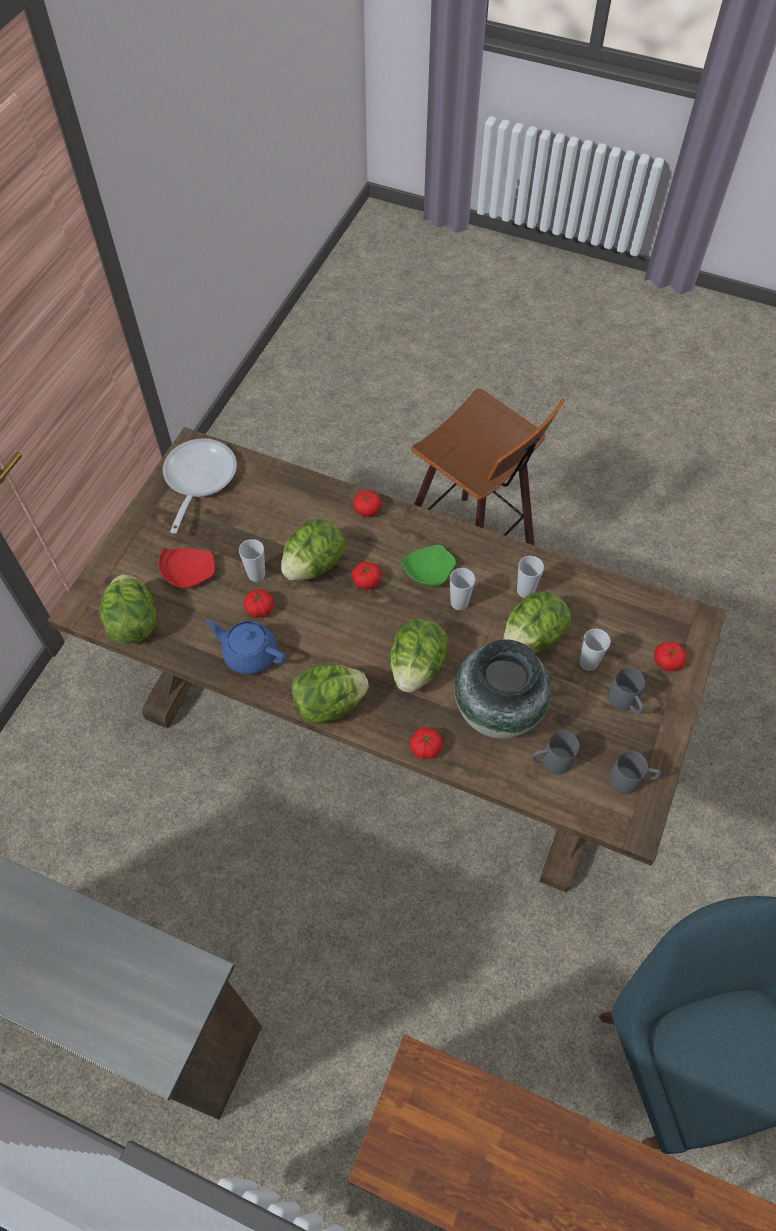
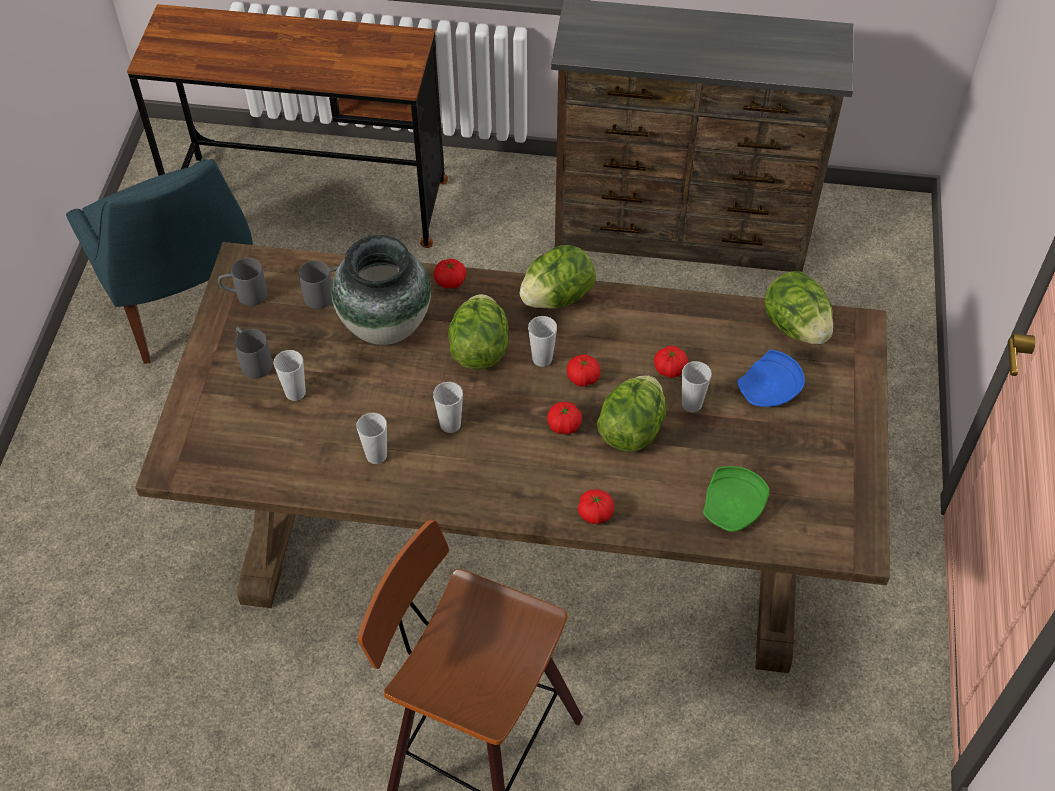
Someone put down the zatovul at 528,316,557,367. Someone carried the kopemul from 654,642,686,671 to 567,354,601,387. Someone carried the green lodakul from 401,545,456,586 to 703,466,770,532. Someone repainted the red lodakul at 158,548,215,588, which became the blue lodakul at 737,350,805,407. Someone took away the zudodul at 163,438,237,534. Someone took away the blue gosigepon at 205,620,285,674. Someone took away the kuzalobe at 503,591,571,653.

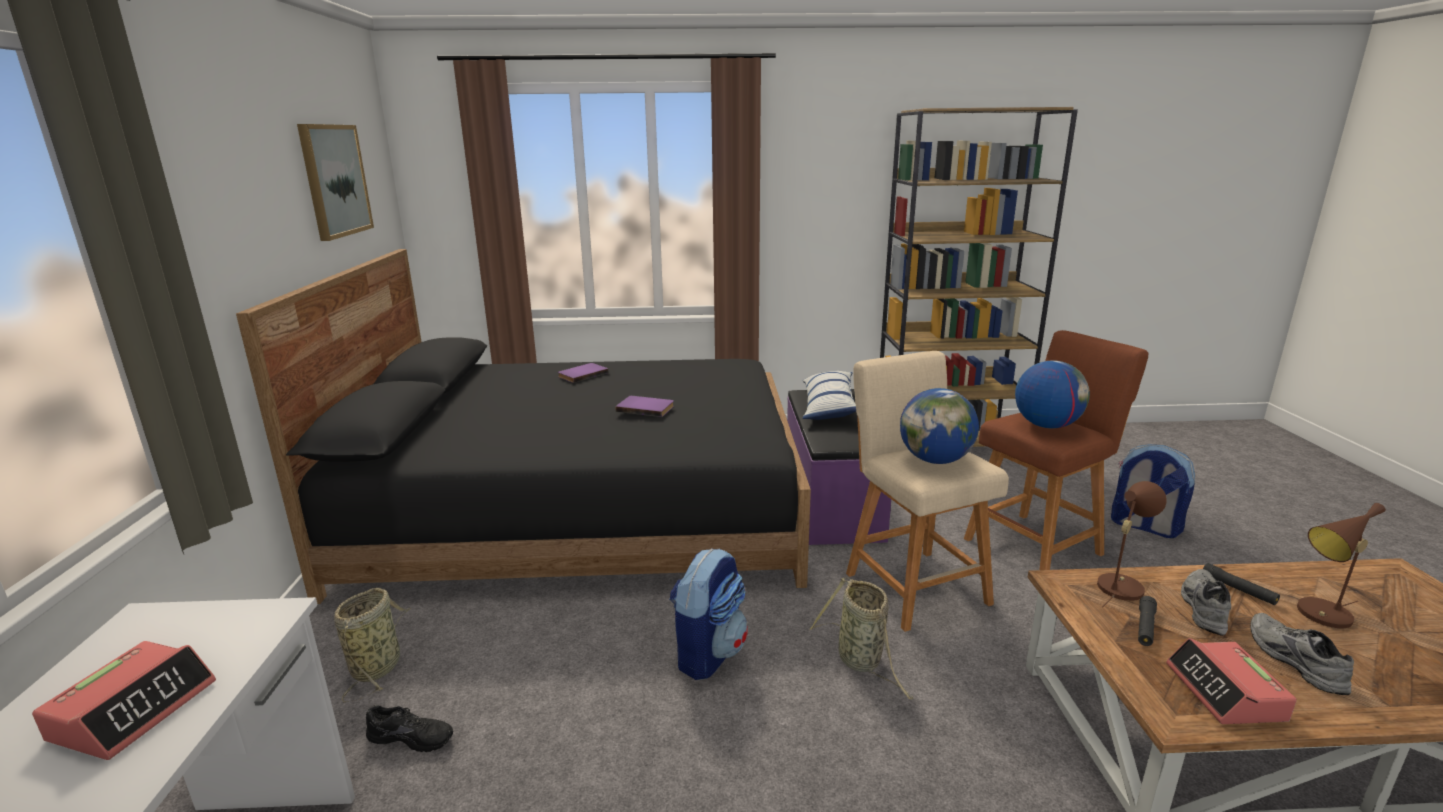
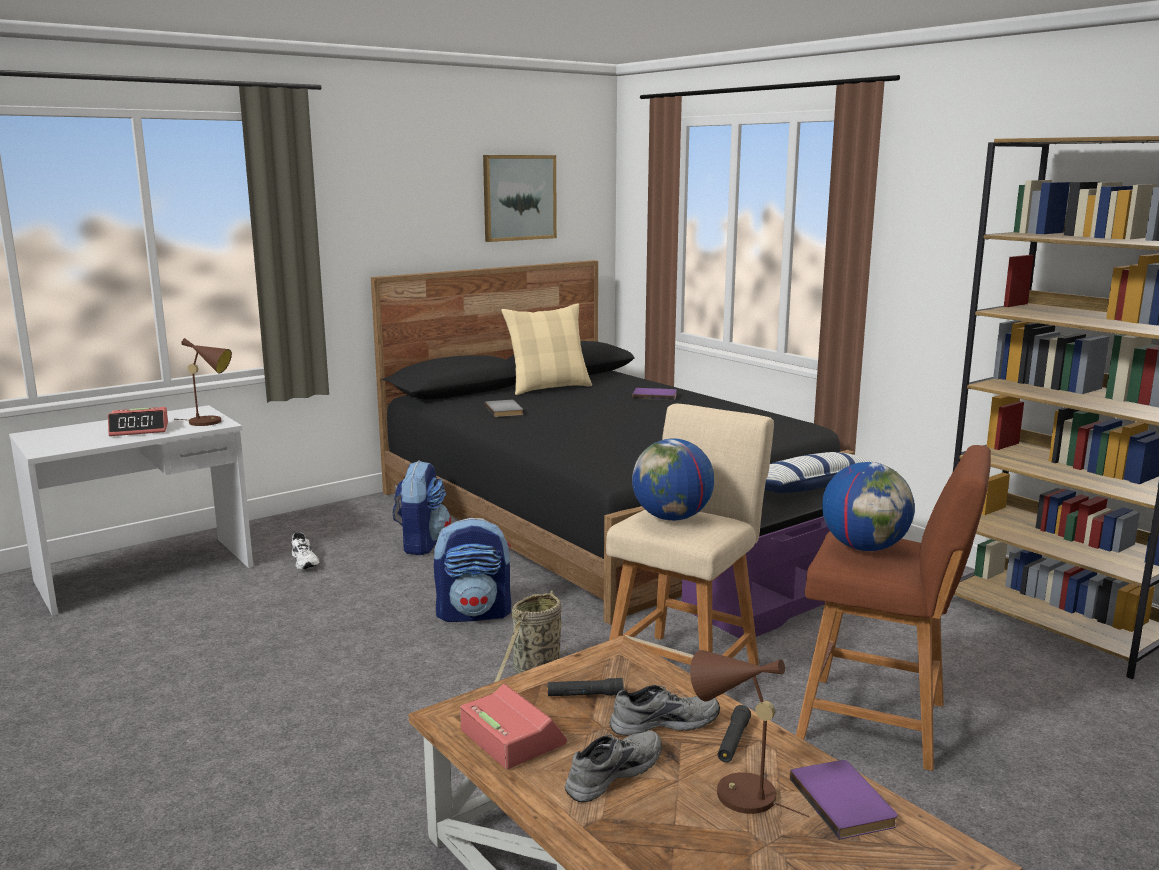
Someone carried the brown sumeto from 1097,481,1167,607 to 175,338,232,426. Someone repainted the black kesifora at 366,705,453,752, which became the white kesifora at 291,532,320,569. Someone carried the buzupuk from 1111,444,1195,538 to 393,460,451,555. Someone rotated the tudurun at 1166,638,1297,724 by 90 degrees clockwise. Someone put down the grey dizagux at 485,400,523,417. Someone put down the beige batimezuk at 501,303,592,395. Someone carried the purple dizagux from 615,396,674,417 to 790,760,898,839. Someone took away the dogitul at 334,588,411,703.

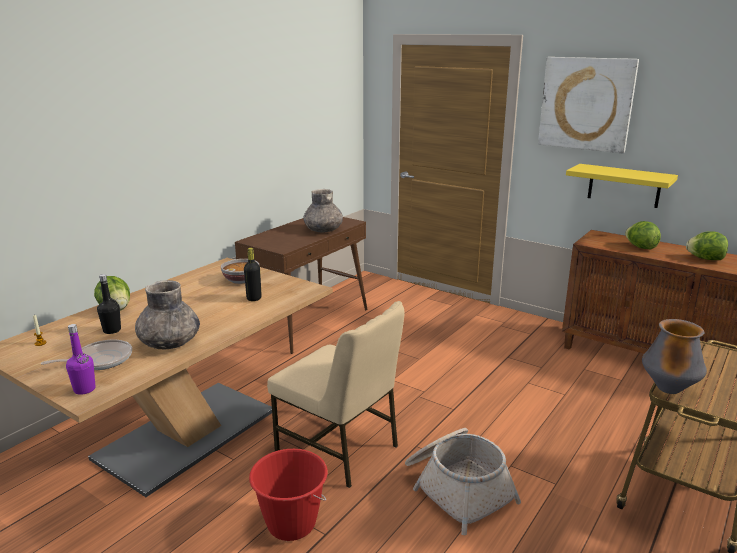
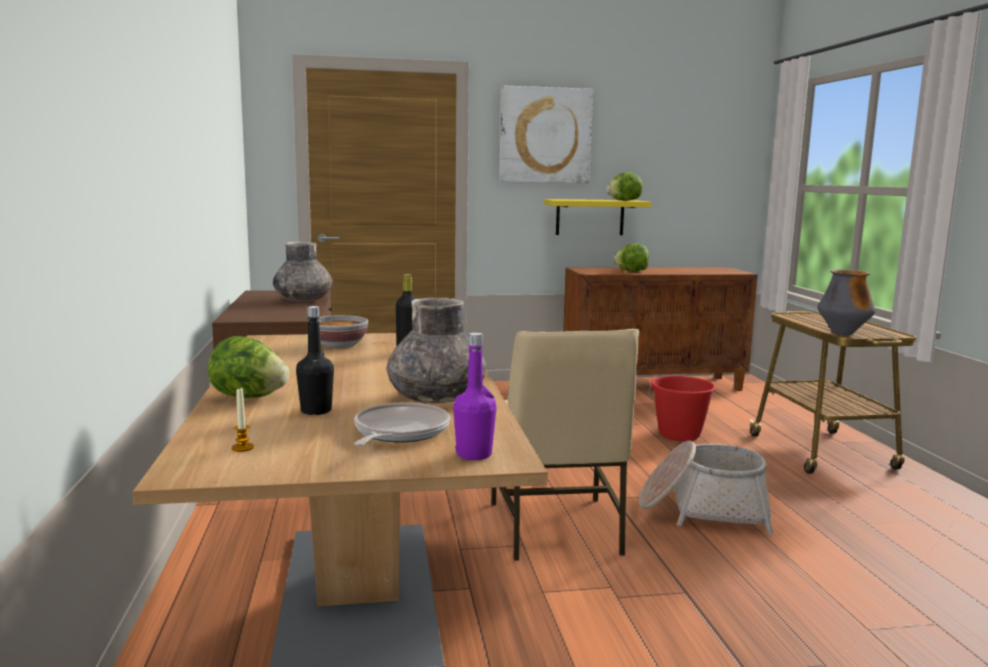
Someone rotated the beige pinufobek at 267,301,404,488 by 90 degrees clockwise. Someone carried the kuzalobe from 686,231,728,260 to 606,172,643,201. Someone carried the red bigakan from 249,449,328,541 to 649,376,716,441.

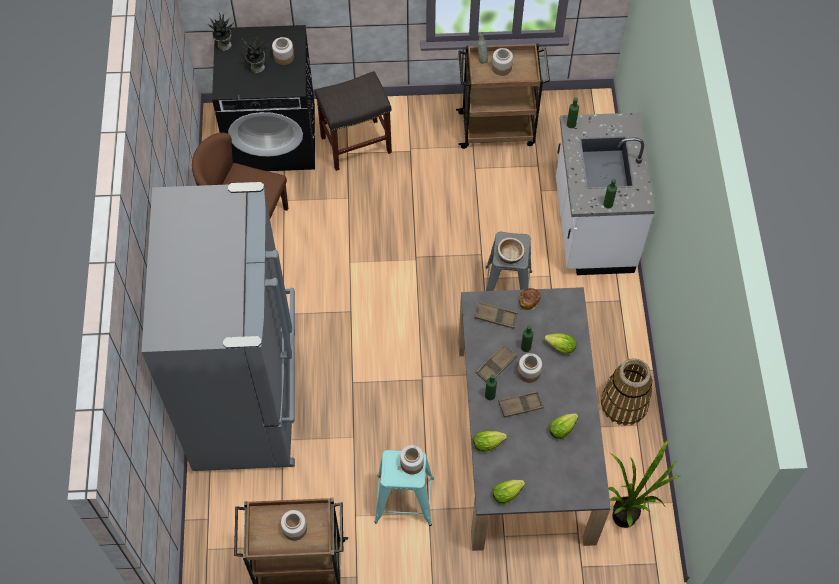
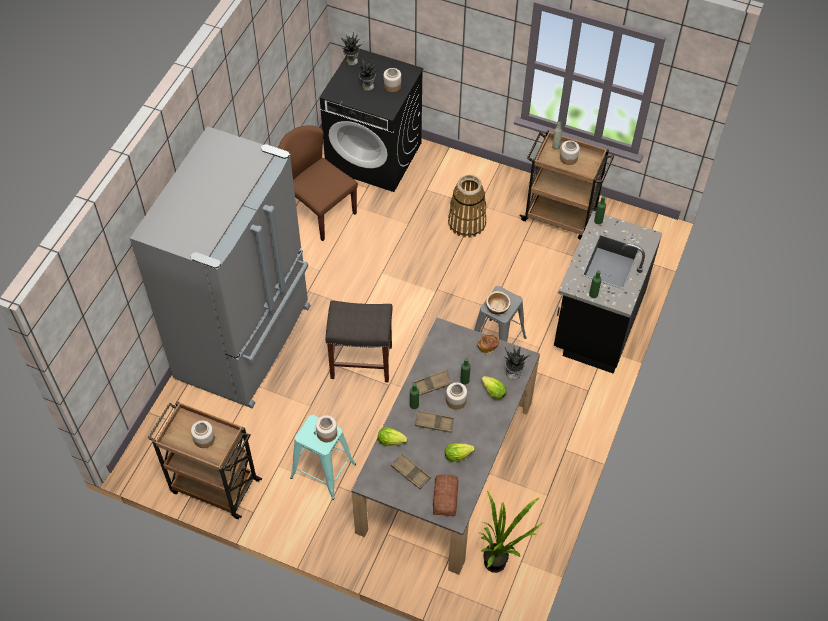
Someone carried the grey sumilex from 315,71,392,171 to 325,300,393,382. Someone carried the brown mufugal from 475,302,518,329 to 391,453,431,489. Someone put down the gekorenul at 433,475,458,516. Someone carried the dogitul from 601,358,652,426 to 448,175,487,238. Someone put down the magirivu at 505,347,531,380. Someone repainted the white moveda at 556,113,655,275, which became the black moveda at 554,211,662,374. Someone took away the kuzalobe at 493,480,525,504.

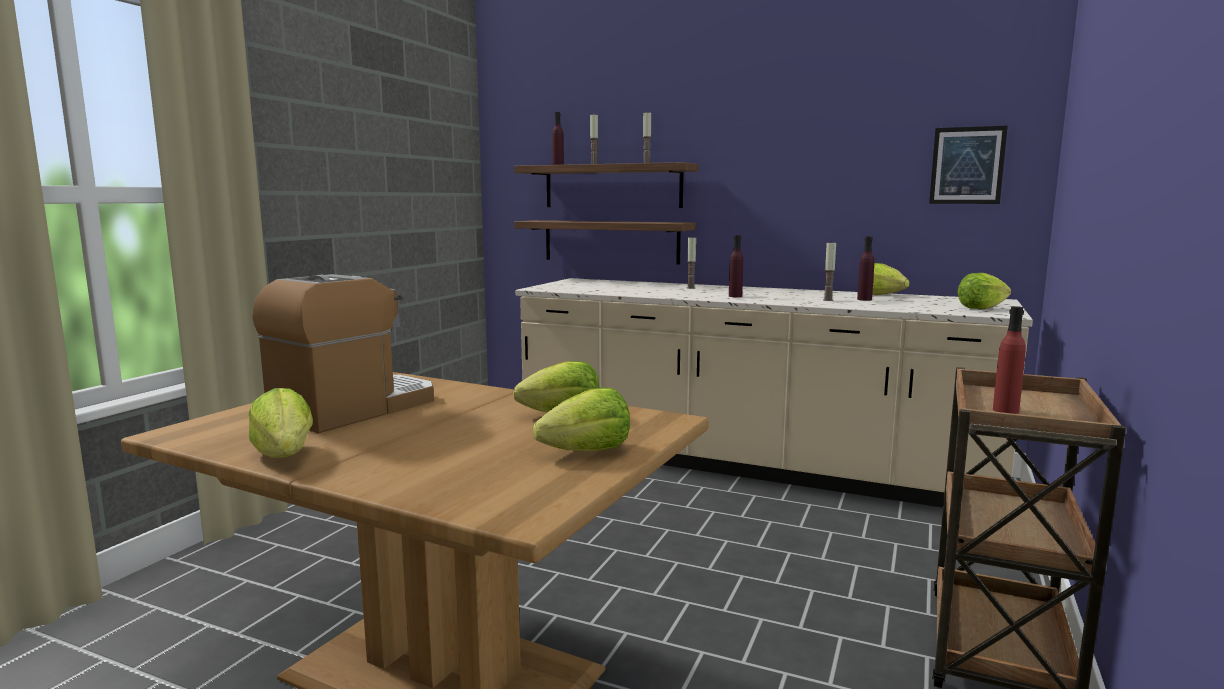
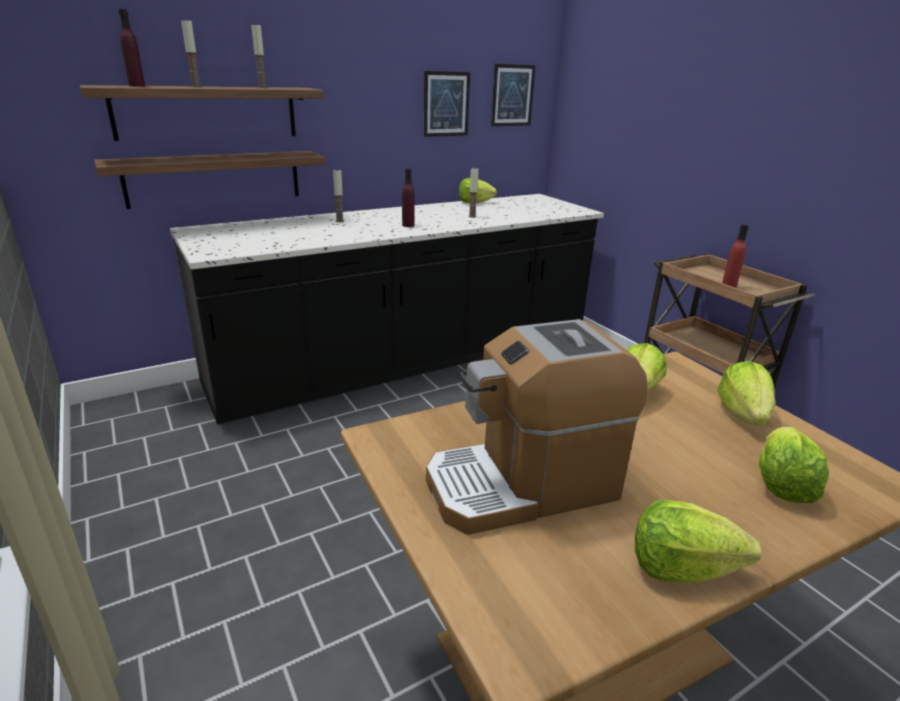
Someone repainted the beige moveda at 515,278,1033,508, which became the black moveda at 170,194,604,424. Someone put up the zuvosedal at 424,71,470,137. Someone rotated the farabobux at 252,274,434,434 by 90 degrees counterclockwise. Someone carried the kuzalobe from 957,273,1011,309 to 759,427,829,503. Someone took away the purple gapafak at 857,236,874,301.

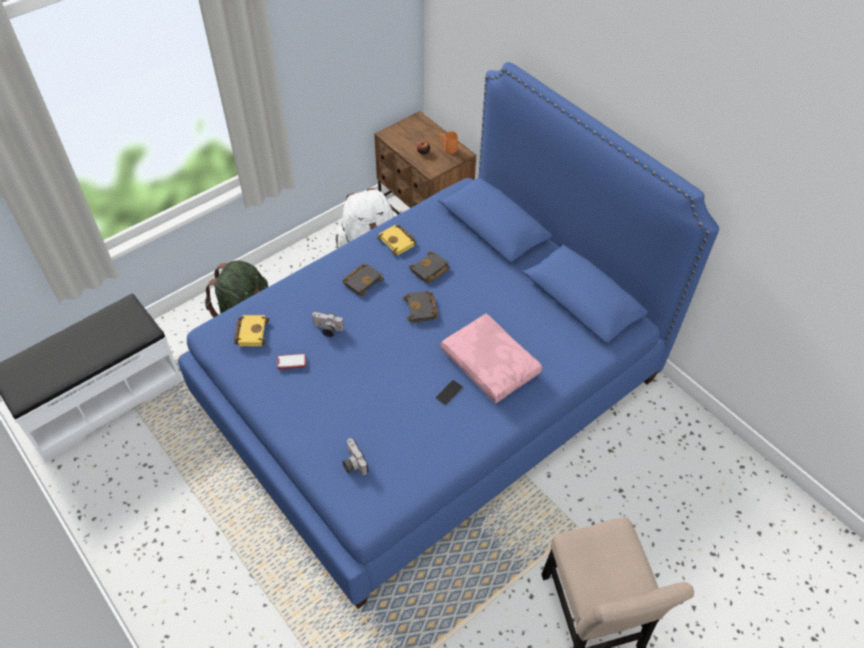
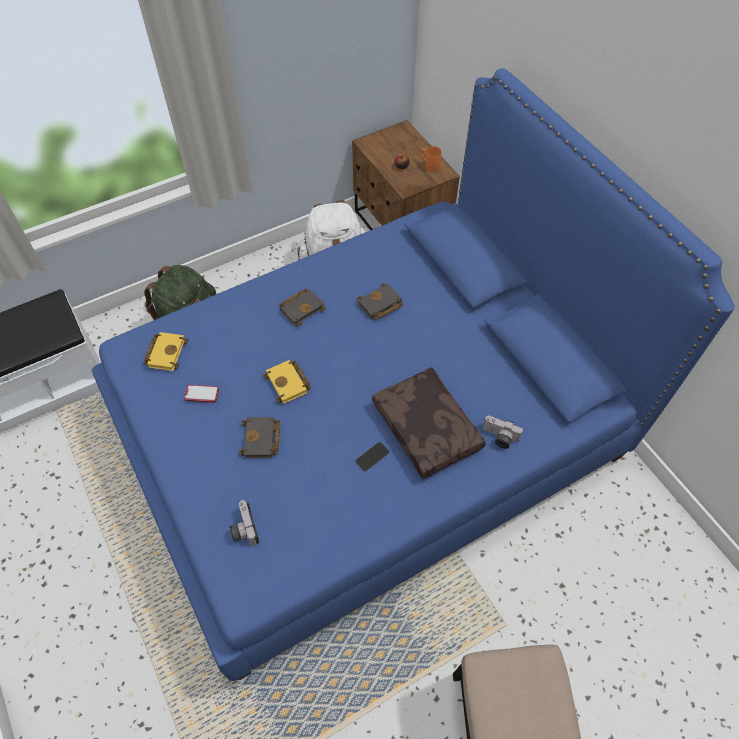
Someone carried the black dizagux from 403,291,438,323 to 239,417,280,458. Someone carried the yellow dizagux from 377,225,417,255 to 263,360,311,403. Someone repainted the pink batimezuk at 441,314,542,404, which became the brown batimezuk at 372,367,486,479. Someone carried the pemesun from 312,312,344,337 to 483,416,523,449.

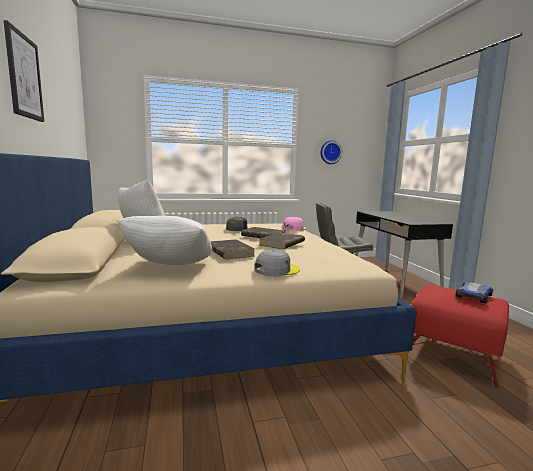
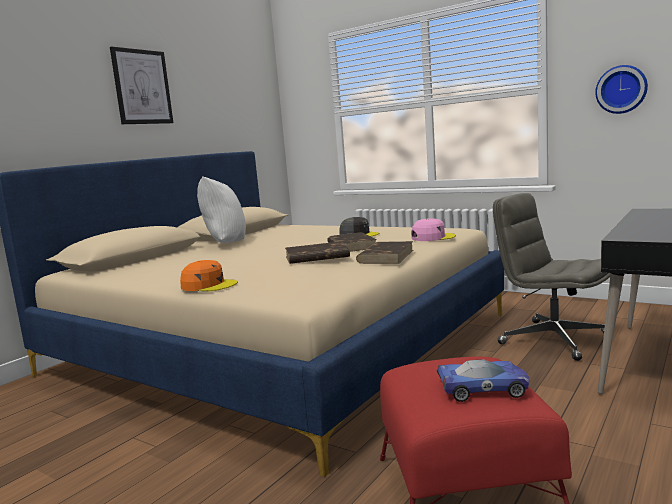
Someone repainted the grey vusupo at 255,250,300,276, which became the orange vusupo at 180,260,238,291. Someone carried the brown dizagux from 210,239,255,259 to 356,241,413,264. Someone took away the white batimezuk at 117,216,212,265.

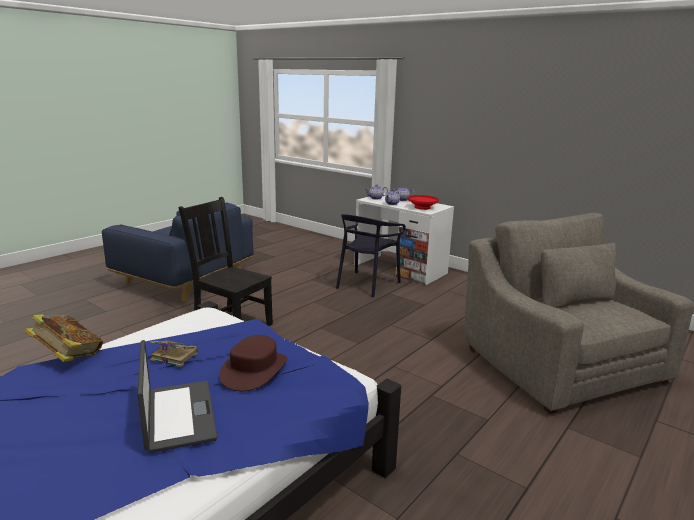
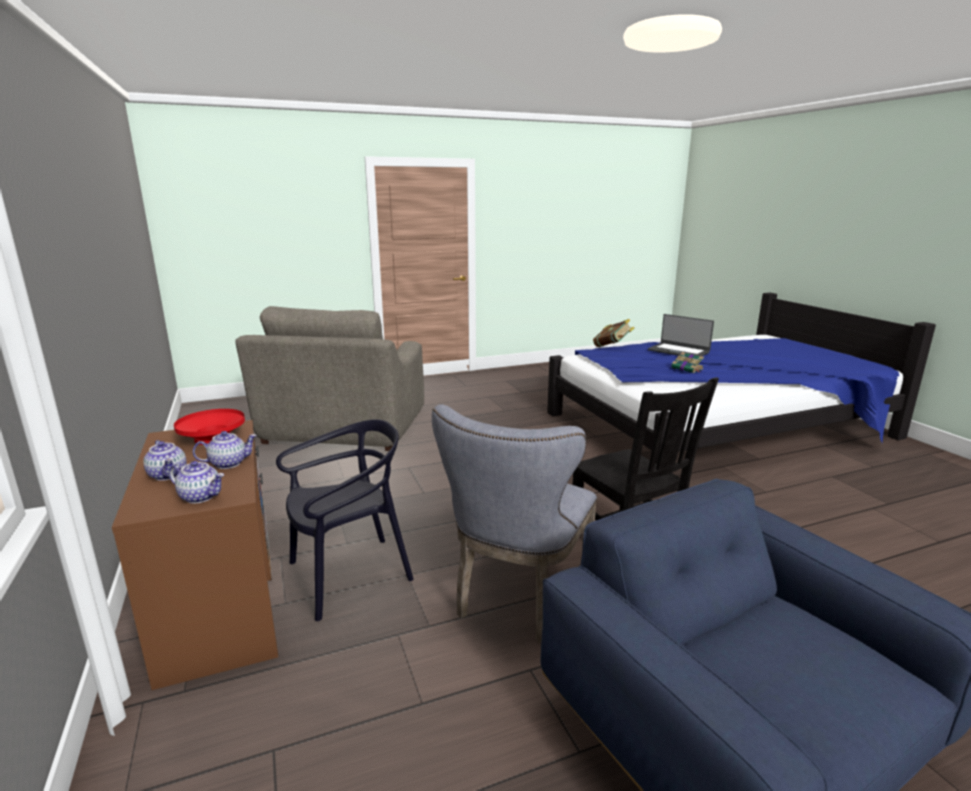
Someone repainted the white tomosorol at 354,194,454,285, which became the brown tomosorol at 112,420,278,690. Someone put down the grey pinufobek at 432,404,597,643. Someone carried the dizagux from 24,314,103,362 to 593,319,634,347. Someone rotated the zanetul at 137,340,217,453 by 60 degrees counterclockwise. Someone took away the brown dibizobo at 219,335,287,391.

